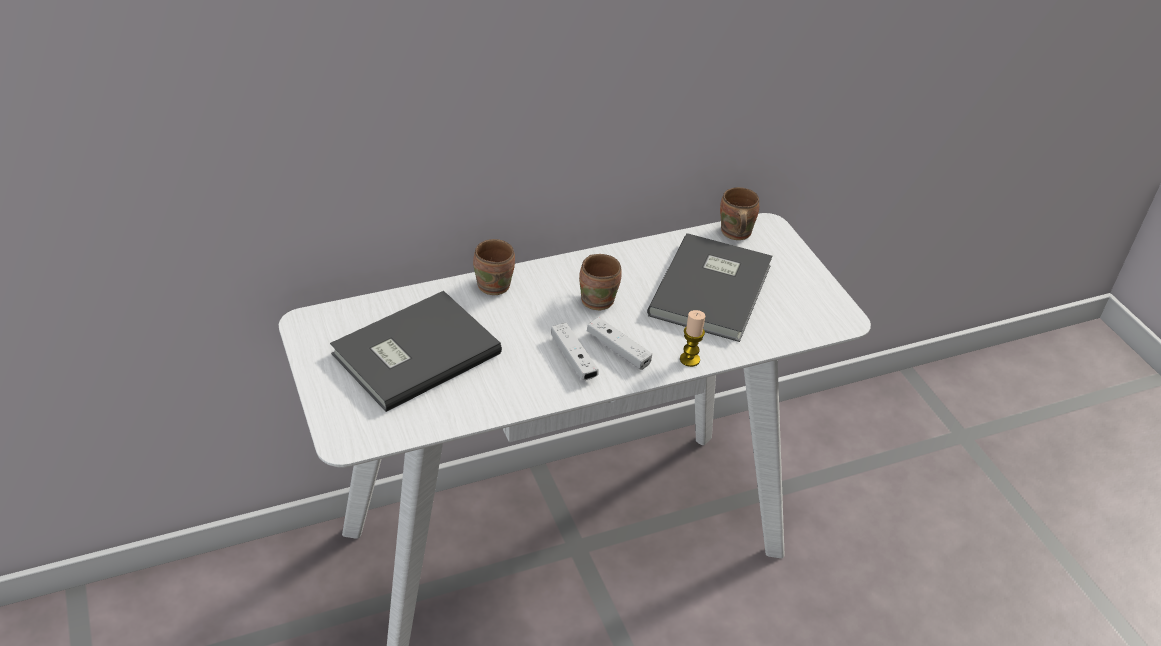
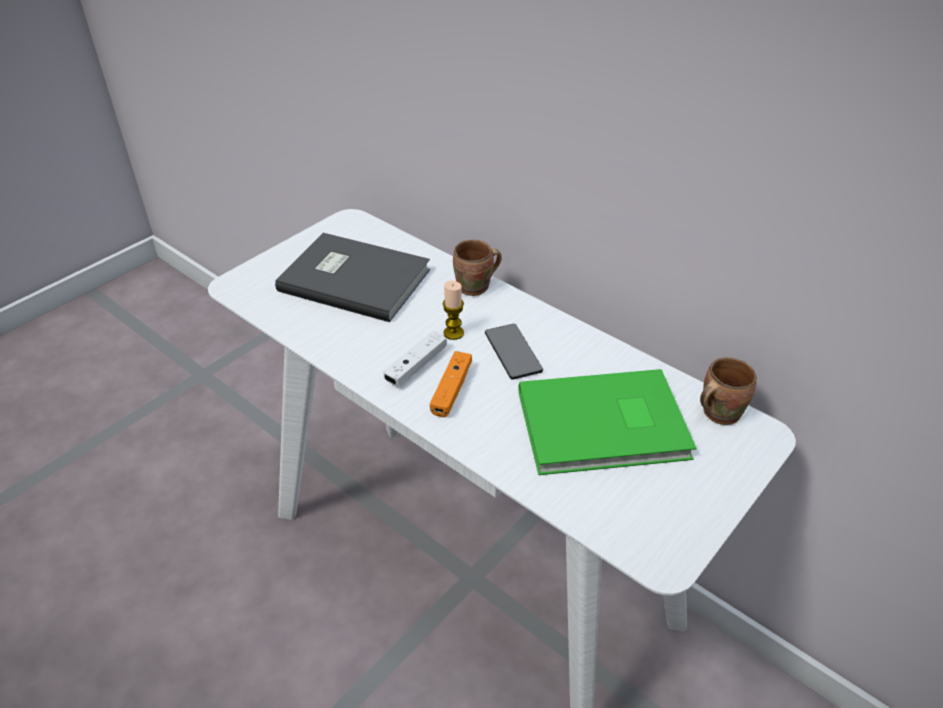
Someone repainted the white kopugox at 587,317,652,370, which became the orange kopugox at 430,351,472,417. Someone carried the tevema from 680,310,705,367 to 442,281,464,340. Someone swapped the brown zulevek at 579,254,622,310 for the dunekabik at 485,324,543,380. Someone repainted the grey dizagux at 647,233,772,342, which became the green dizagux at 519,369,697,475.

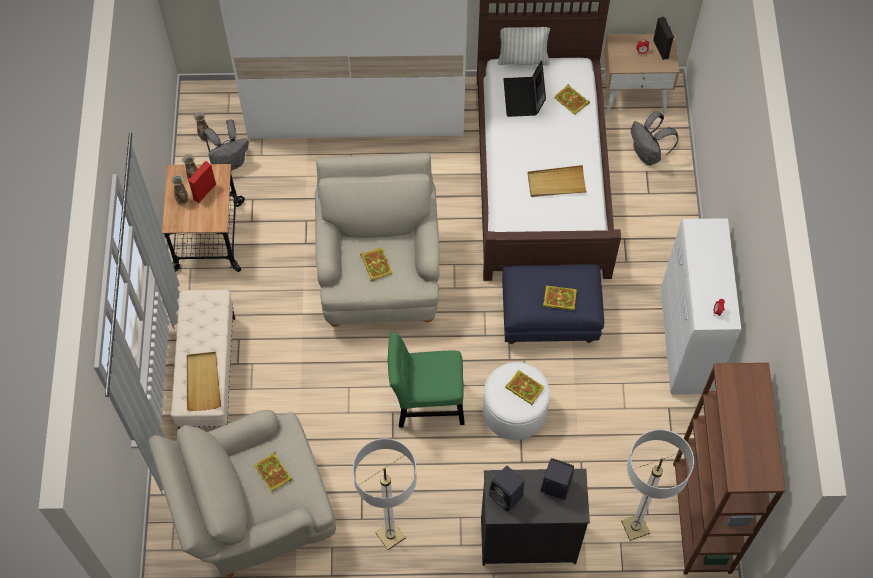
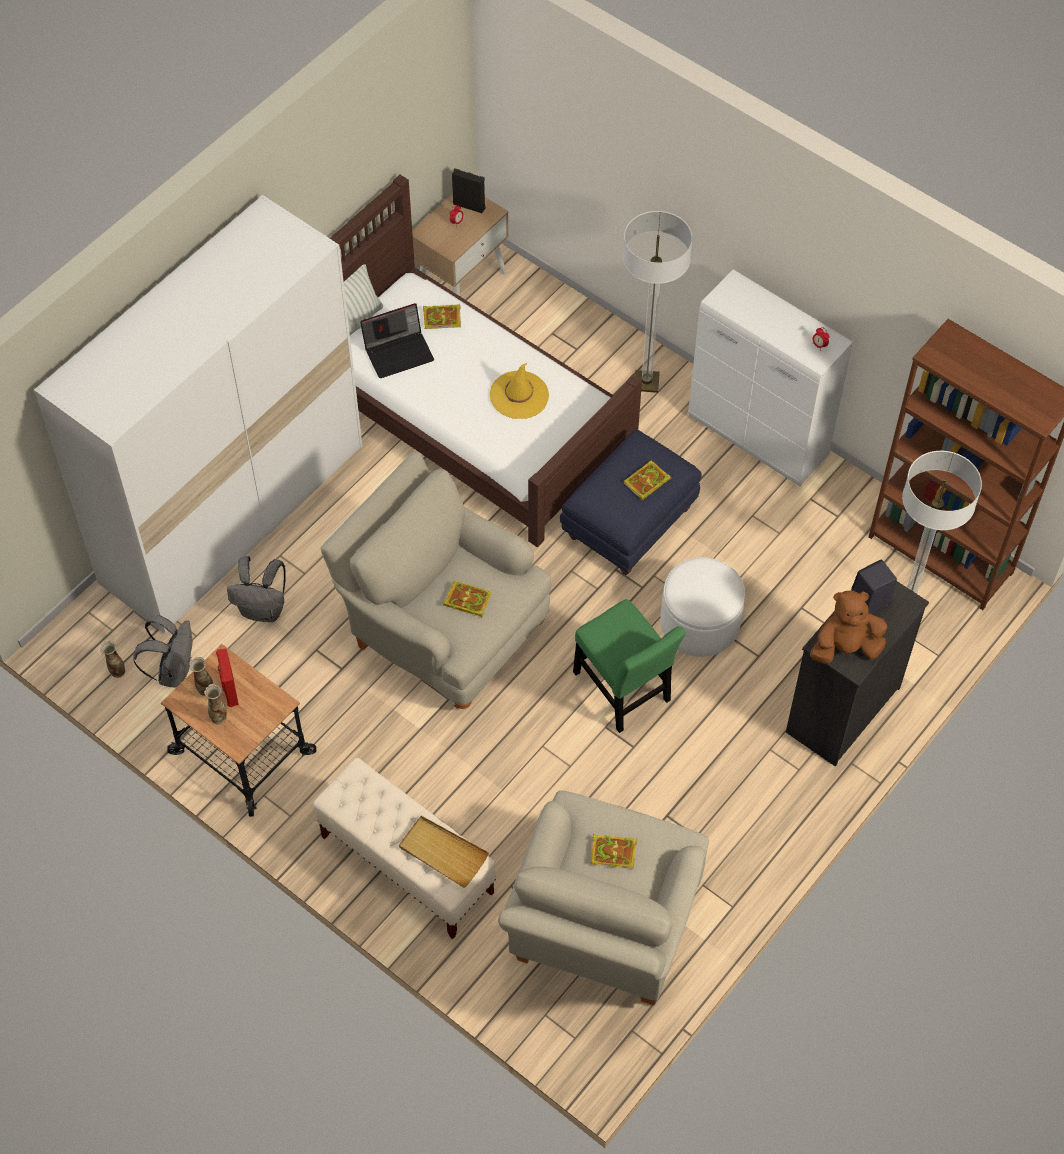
Someone carried the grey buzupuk from 631,112,679,166 to 227,556,286,622. Someone rotated the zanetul at 503,60,546,117 by 60 degrees counterclockwise. Someone swapped the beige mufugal at 528,165,587,197 for the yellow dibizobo at 490,362,549,419. Someone rotated the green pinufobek at 387,332,465,428 by 75 degrees counterclockwise. Someone carried the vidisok from 353,438,417,550 to 623,211,692,393. Someone swapped the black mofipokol at 489,466,525,511 for the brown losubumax at 810,590,887,664. Someone took away the dizagux at 505,370,544,406.

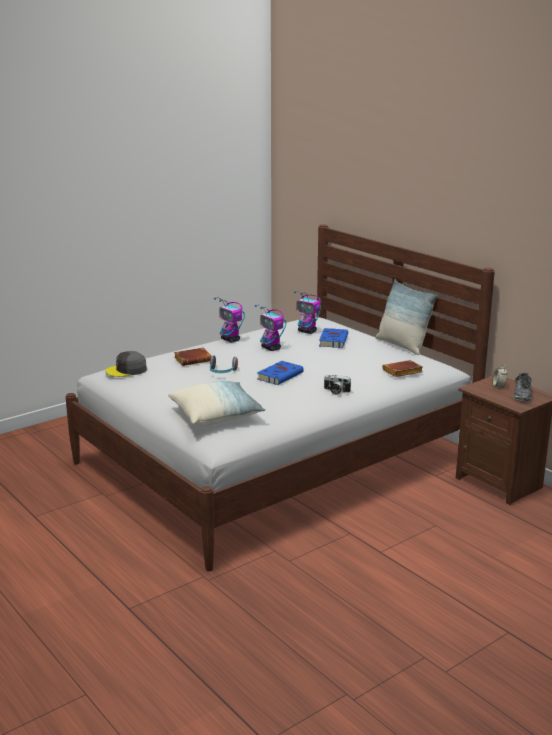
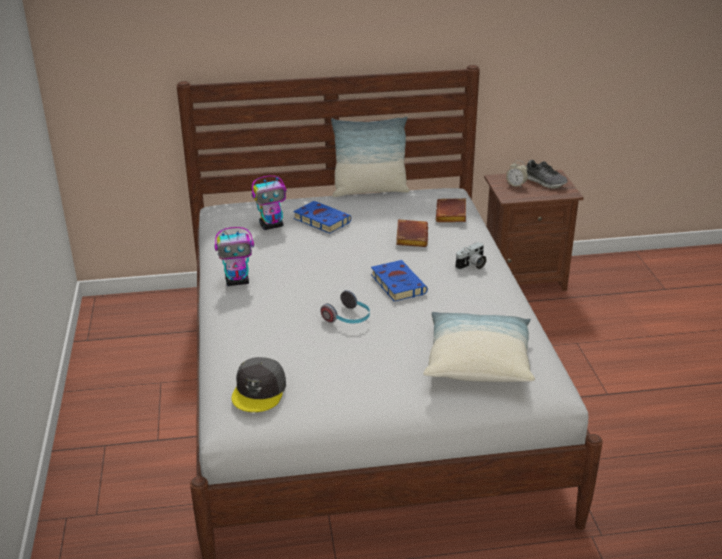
Someone carried the brown dizagux from 174,348,212,366 to 396,219,428,247. Someone took away the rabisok at 255,305,286,351.

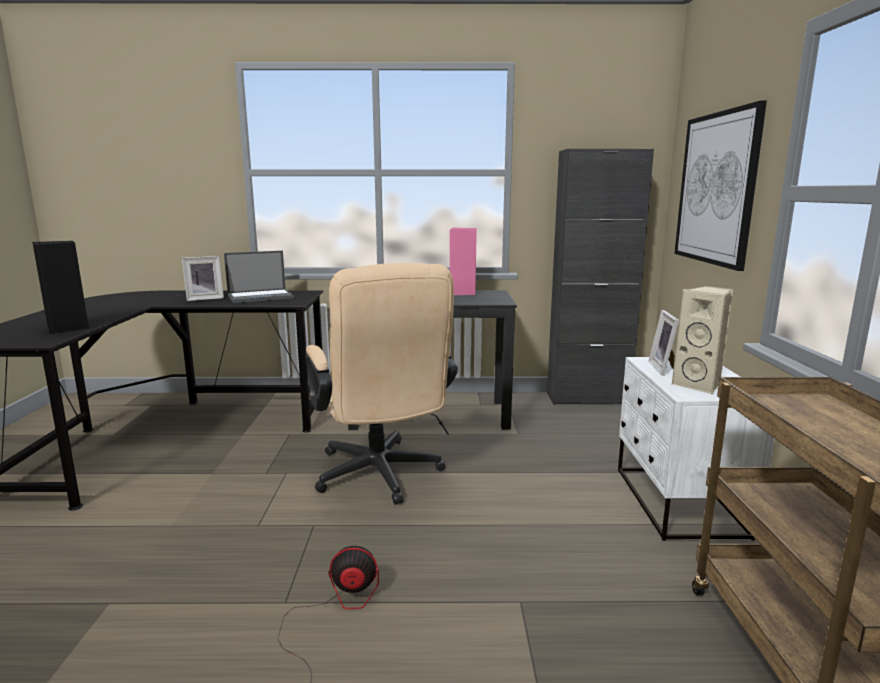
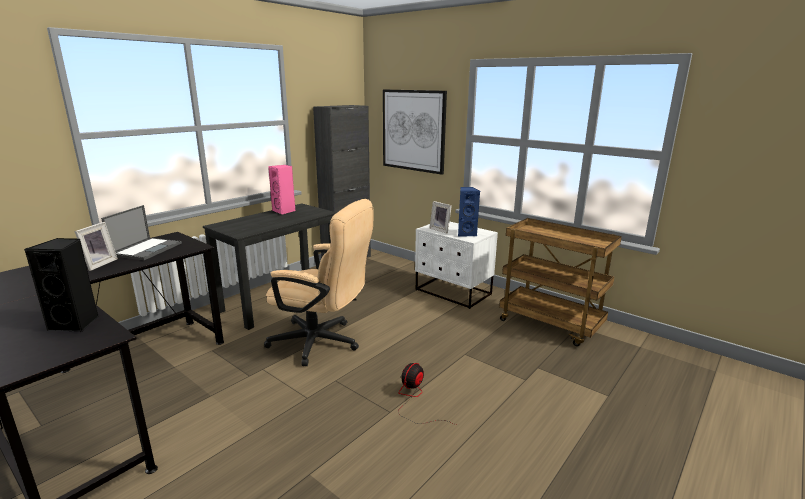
Someone repainted the beige mofipokol at 672,286,733,394, which became the blue mofipokol at 458,187,480,236.

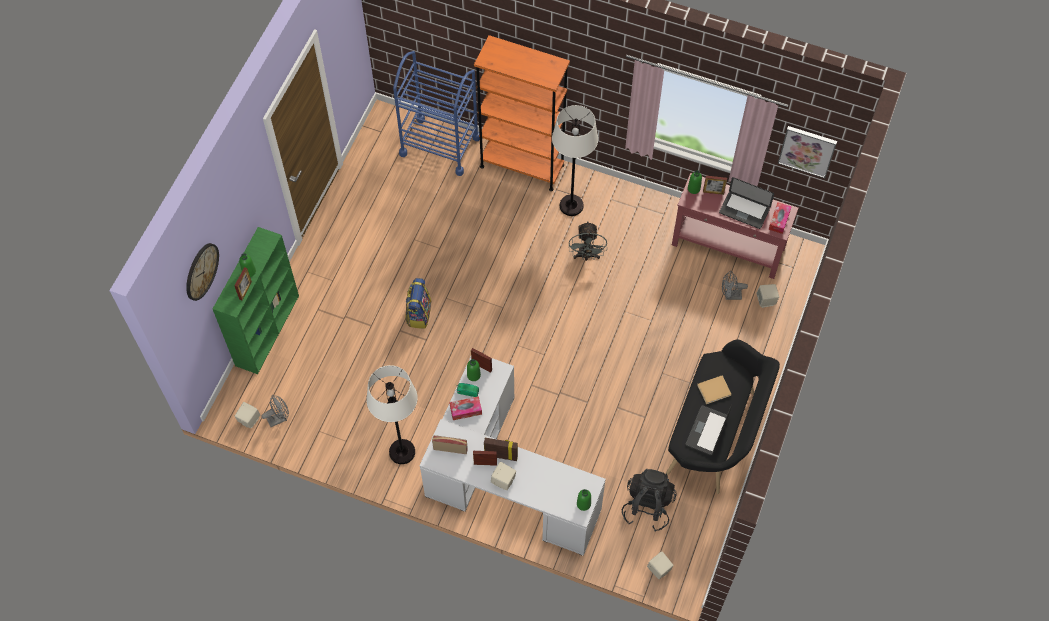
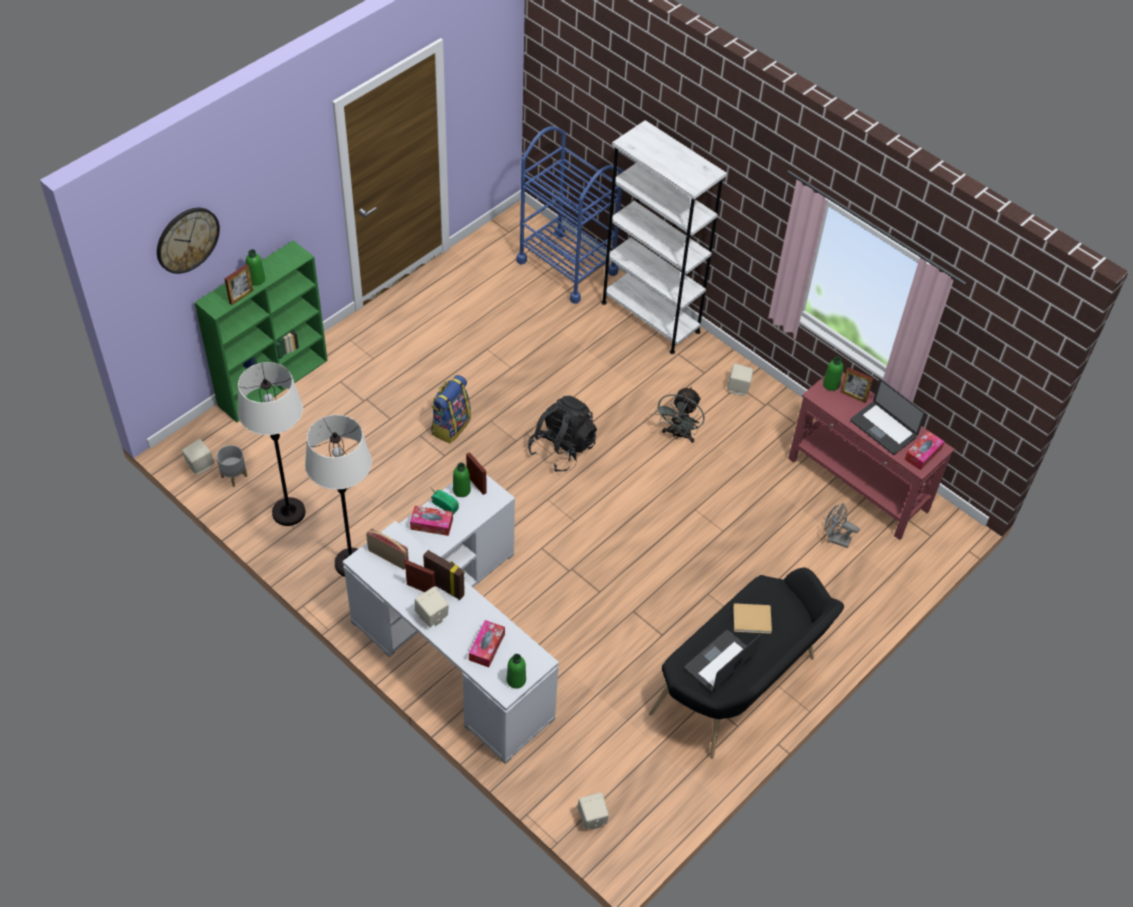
Someone swapped the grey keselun at 262,395,289,427 for the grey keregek at 216,445,247,487. Someone carried the white vidisok from 552,105,598,216 to 238,362,306,526. Someone put down the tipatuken at 469,620,505,667. Someone carried the black buzupuk from 622,468,677,532 to 528,396,597,472. Someone repainted the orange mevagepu at 474,35,570,191, which became the white mevagepu at 601,120,727,354. Someone carried the beige mofipokol from 756,284,779,308 to 727,363,754,396. Someone took away the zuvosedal at 778,126,837,178.

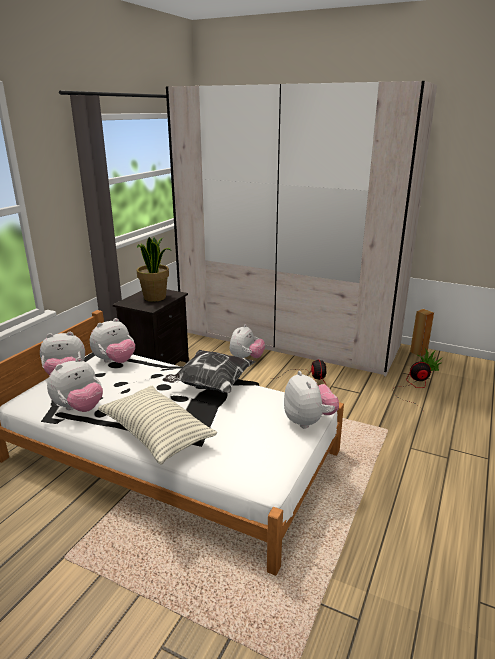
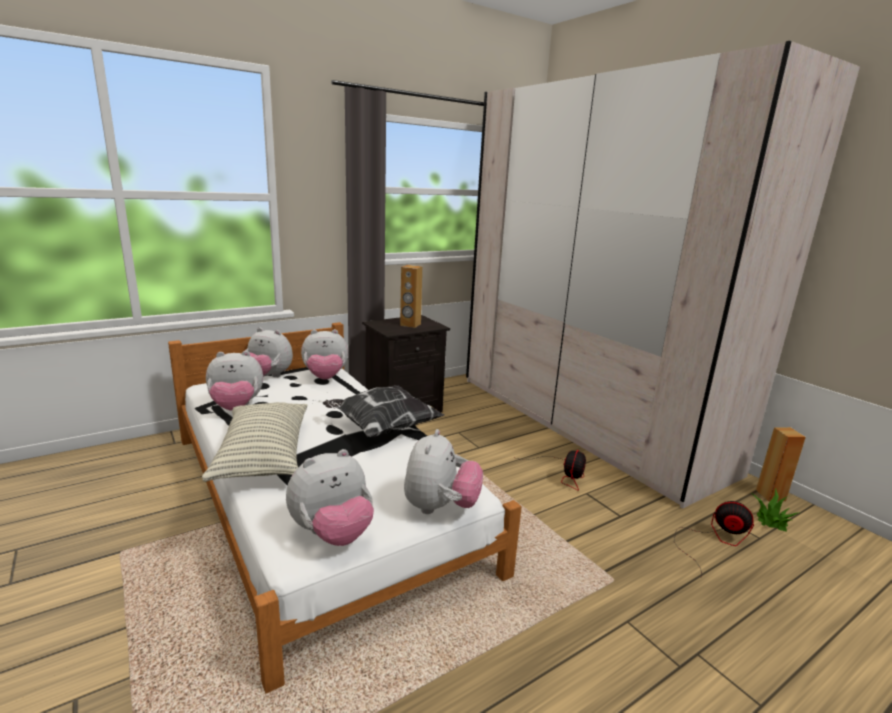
Someone carried the losubumax from 229,324,265,358 to 286,449,374,546. Someone swapped the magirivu at 137,237,171,302 for the brown mofipokol at 400,265,422,328.

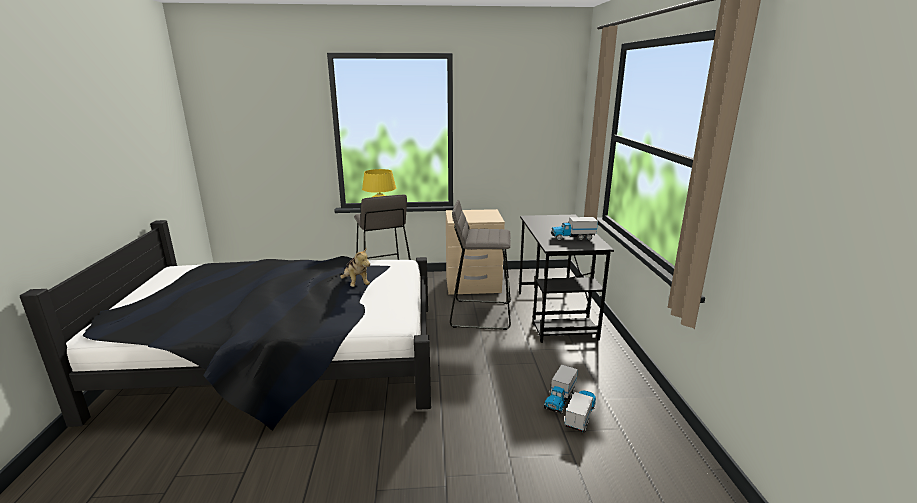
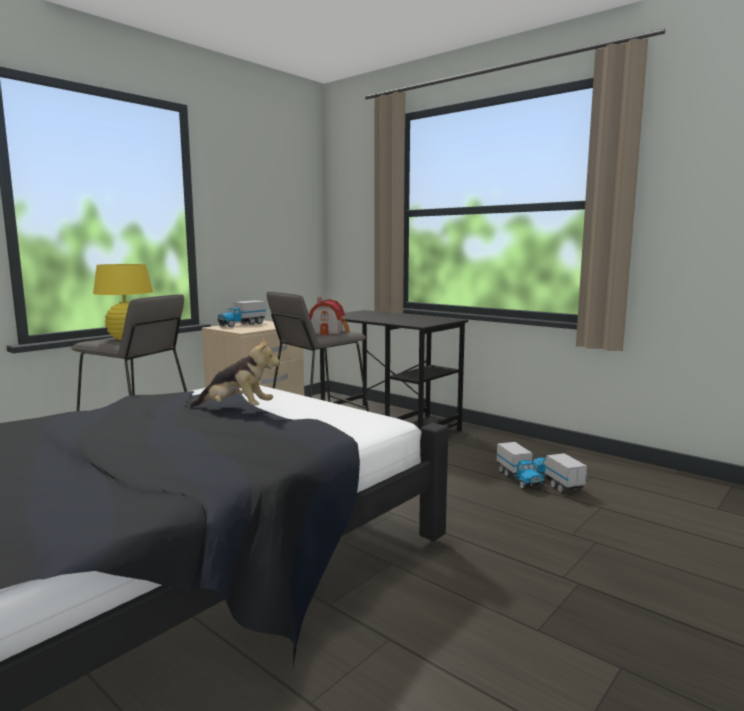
Someone carried the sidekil from 551,217,598,241 to 217,300,266,327. Someone put down the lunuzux at 309,297,350,335.

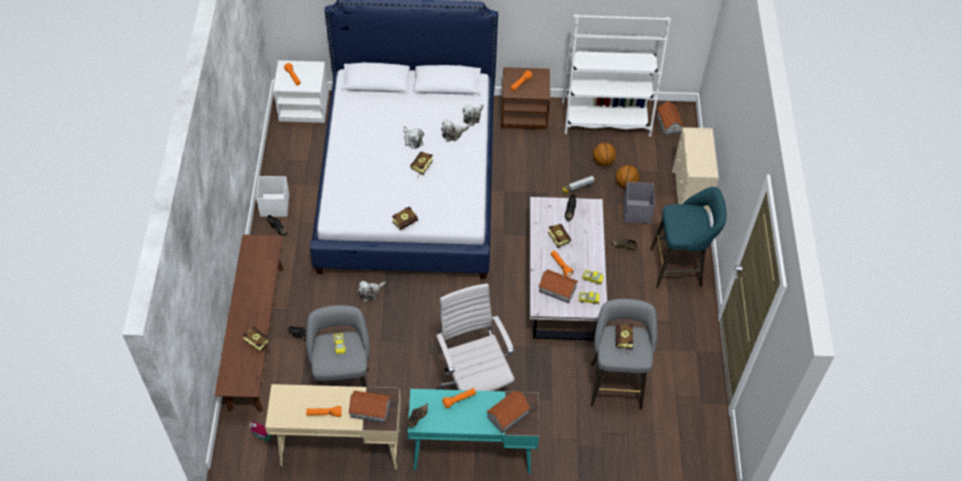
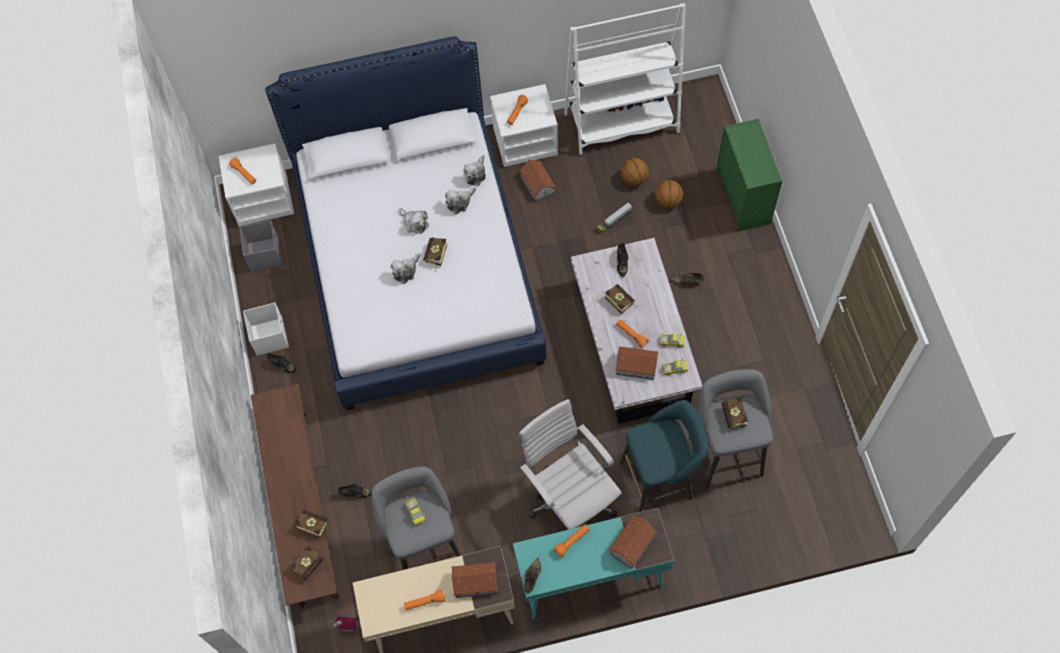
Someone carried the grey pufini from 623,182,655,224 to 240,220,282,272. Someone carried the dizagux from 392,206,418,230 to 290,546,324,580. Someone carried the losubumax from 358,281,386,302 to 391,253,420,284. Someone repainted the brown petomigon at 501,67,550,130, which became the white petomigon at 490,84,558,167. Someone carried the lunuzux from 657,101,684,135 to 519,160,556,202. Someone carried the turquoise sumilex from 650,187,727,288 to 619,400,709,512. Someone repainted the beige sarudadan at 672,127,719,213, which became the green sarudadan at 716,119,782,232.

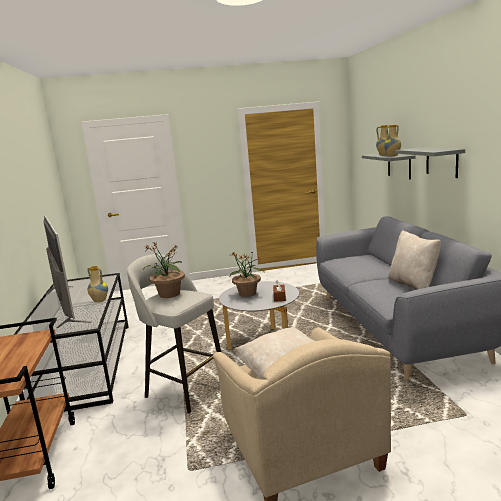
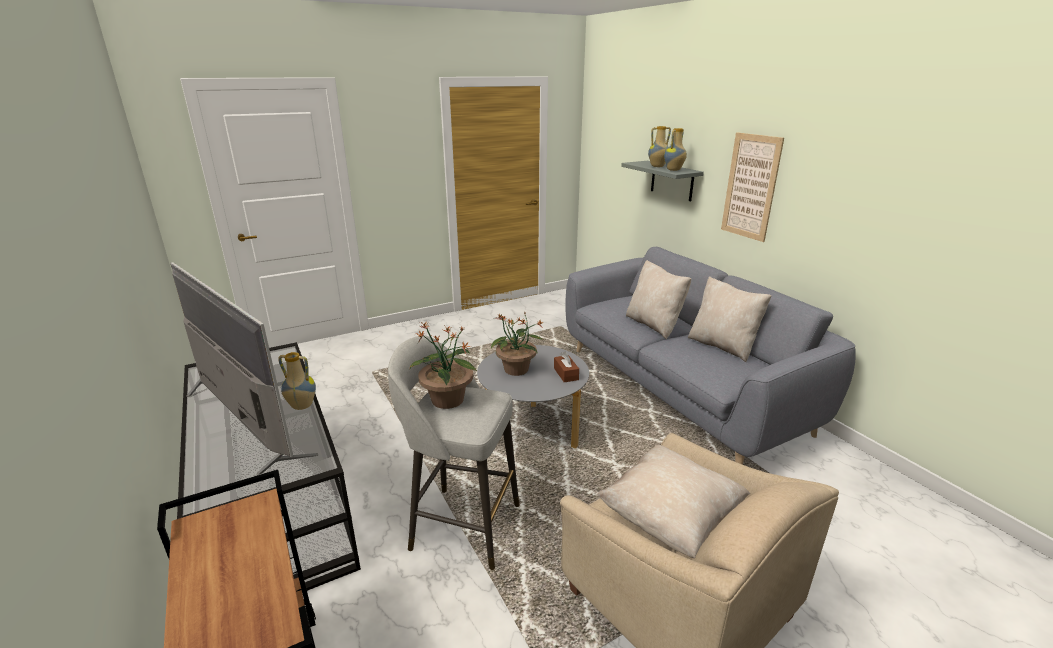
Someone put down the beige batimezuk at 626,260,691,339. Someone swapped the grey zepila at 395,147,465,178 for the zuvosedal at 721,132,784,242.

